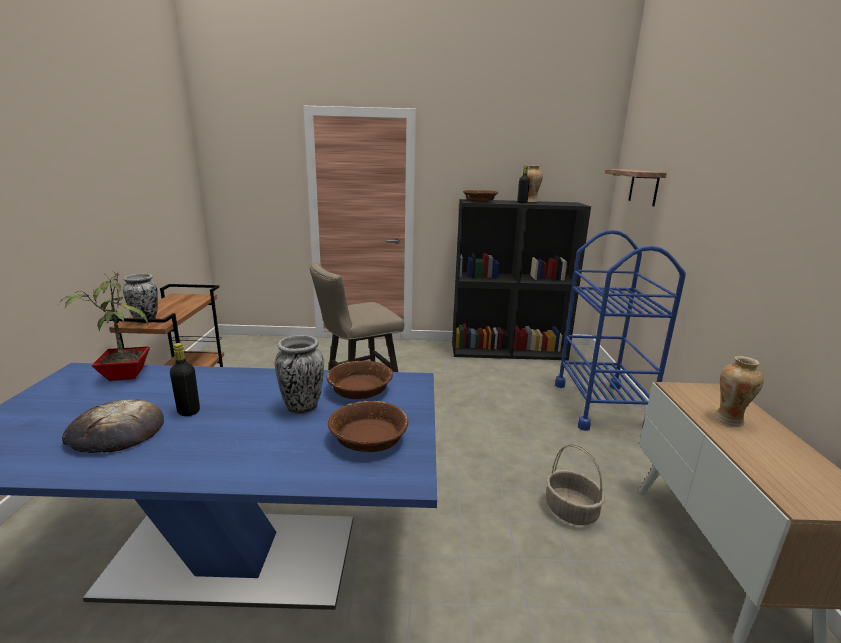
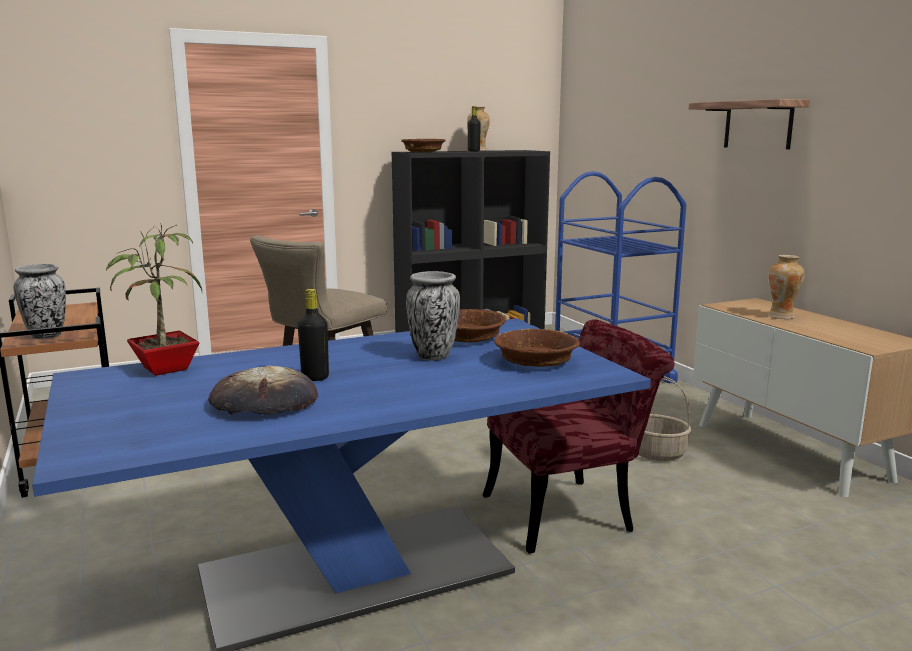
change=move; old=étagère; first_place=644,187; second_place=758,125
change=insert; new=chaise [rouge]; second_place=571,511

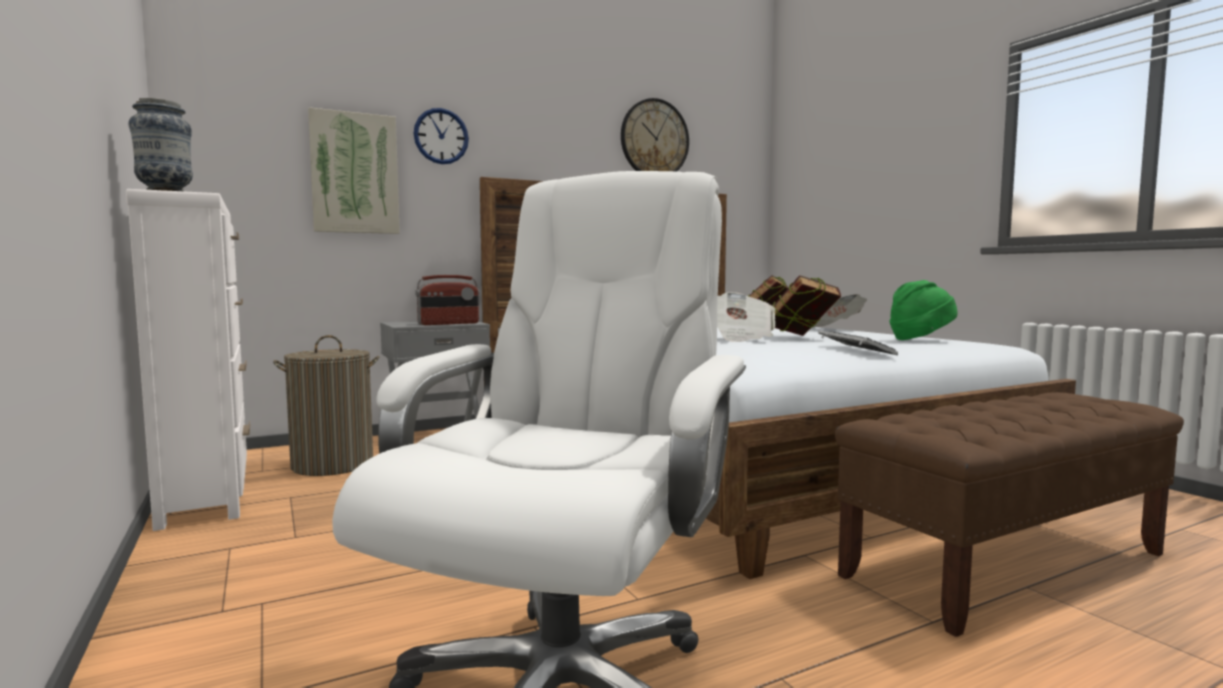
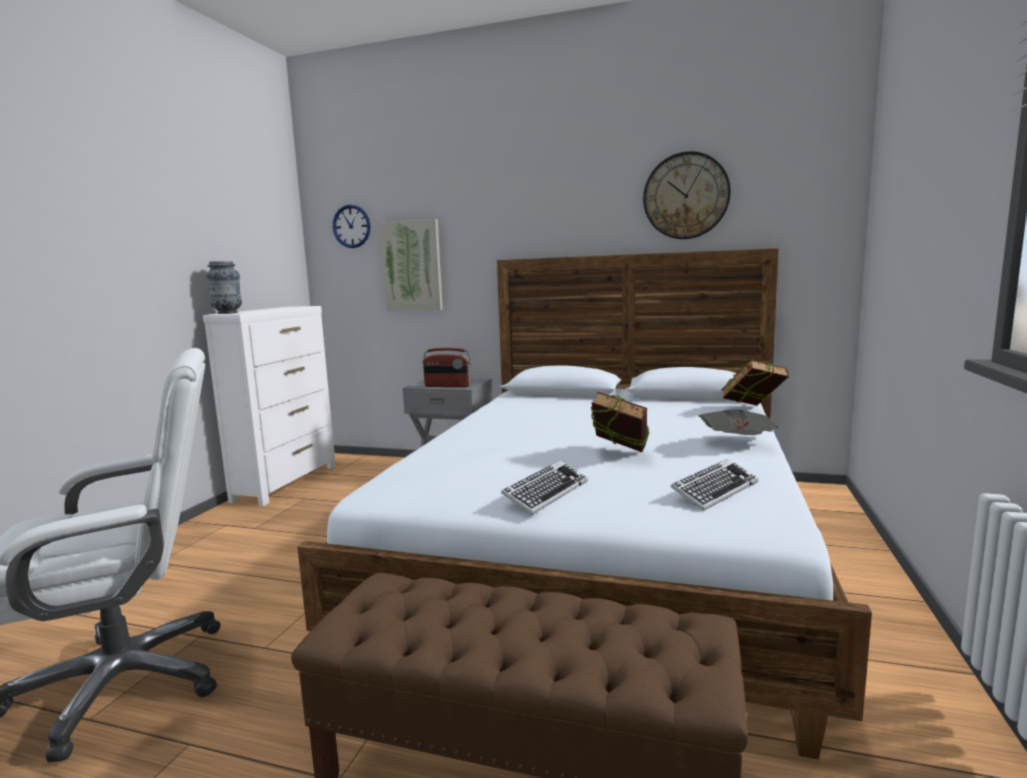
change=delete; old=panier à linge; first_place=332,465
change=move; old=horloge murale; first_place=441,136; second_place=351,226
change=delete; old=journal; first_place=738,338
change=replace; old=chapeau [vert]; new=clavier; first_place=921,339; second_place=715,490

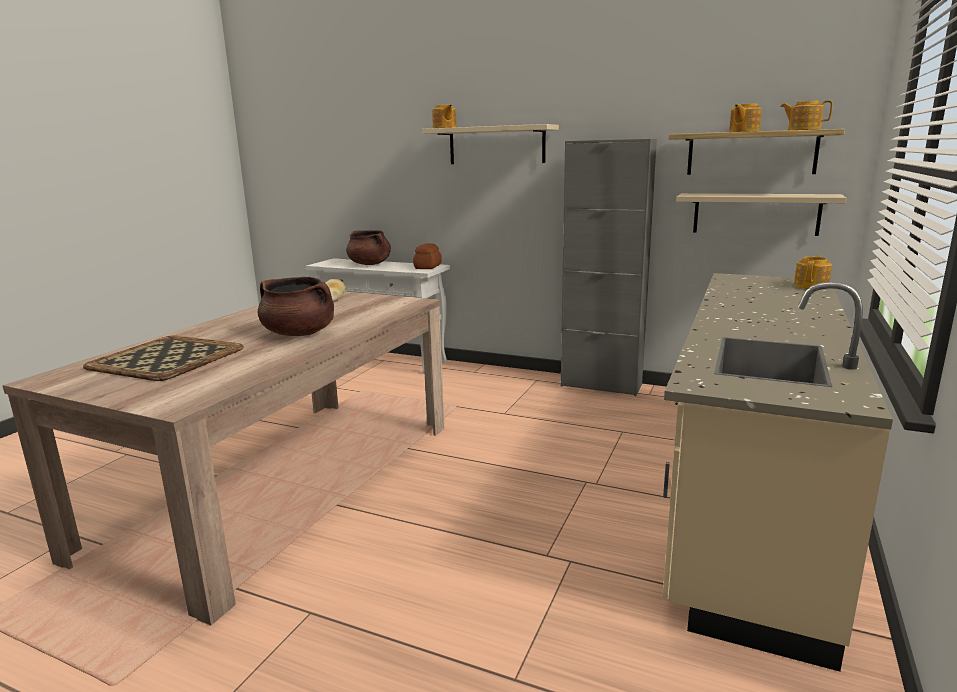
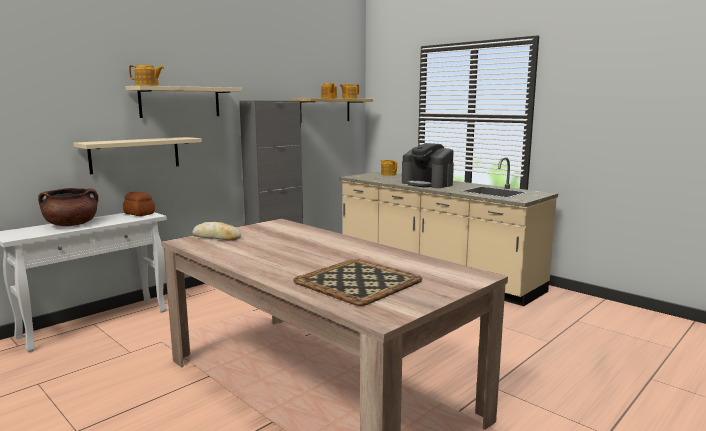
change=delete; old=marmite [marron]; first_place=299,333
change=move; old=étagère [beige]; first_place=755,214; second_place=135,154
change=insert; new=machine à café; second_place=427,184

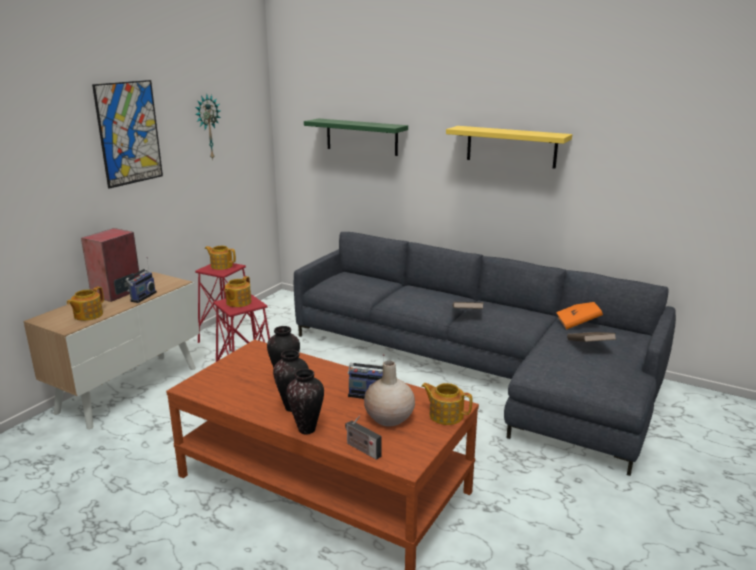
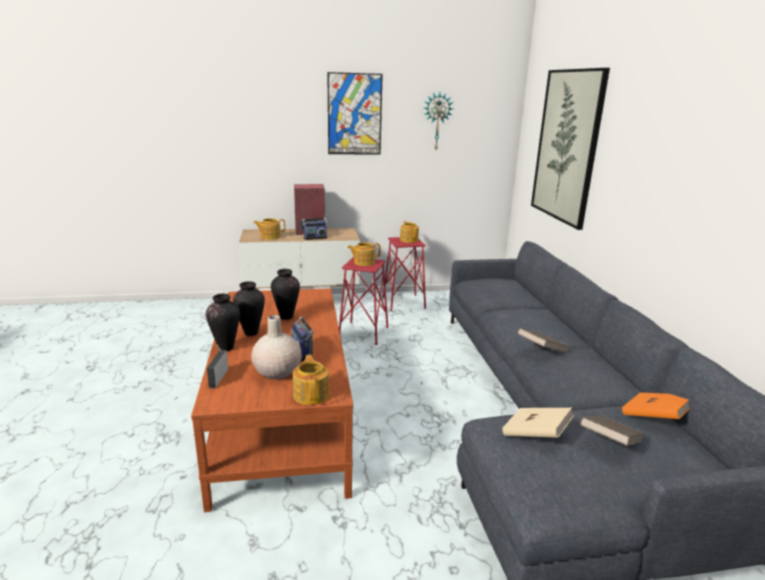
change=replace; old=étagère [vert]; new=tableau; first_place=361,137; second_place=567,146
change=delete; old=étagère [jaune]; first_place=511,146
change=insert; new=livre [beige]; second_place=535,435

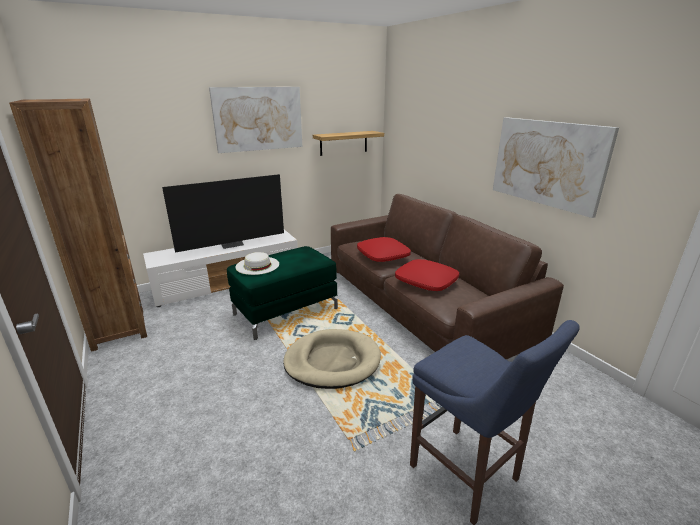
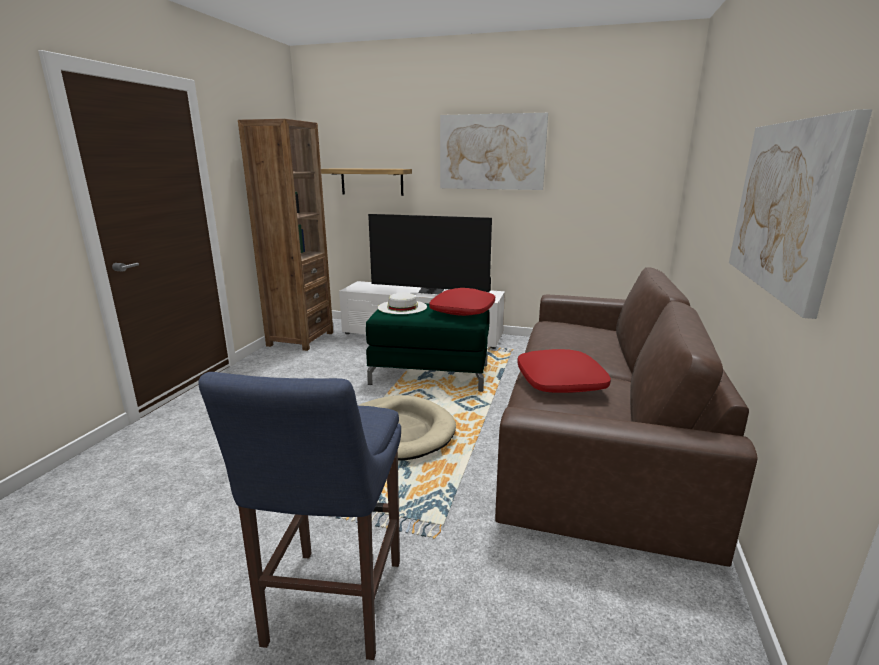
change=move; old=étagère; first_place=343,143; second_place=372,182
change=move; old=coussin [rouge]; first_place=383,255; second_place=463,311

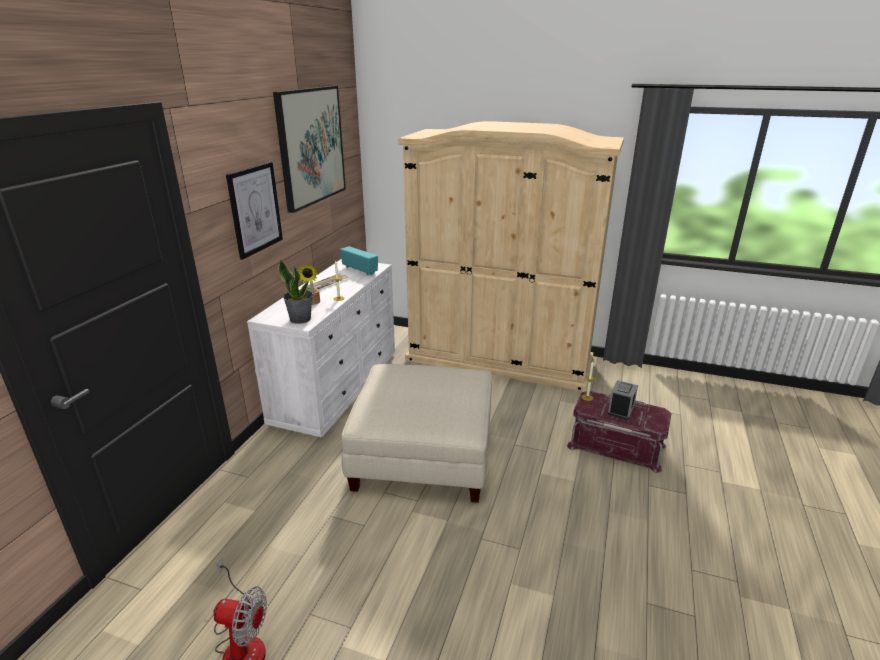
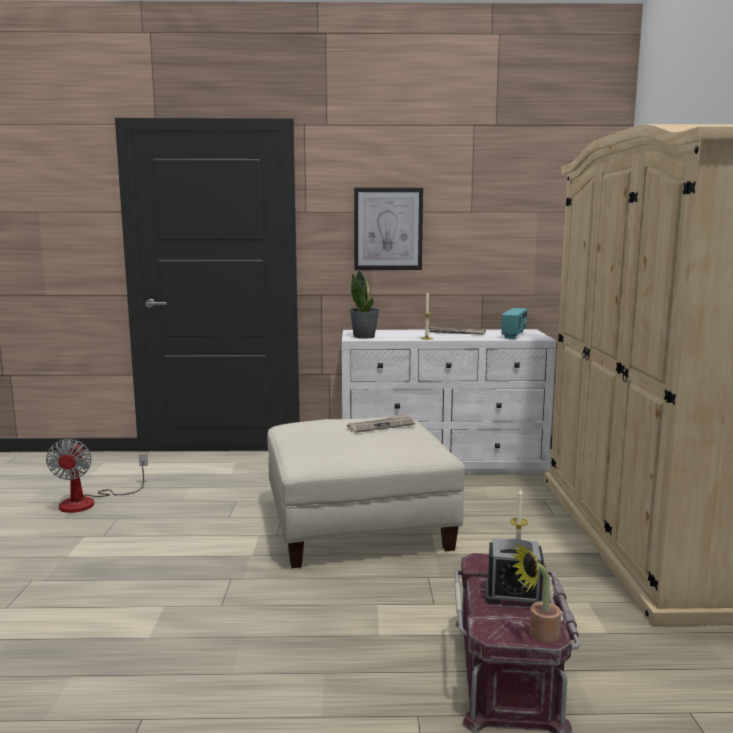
change=delete; old=tableau; first_place=311,146
change=move; old=plante en pot; first_place=312,303; second_place=538,635
change=insert; new=journal; second_place=381,426

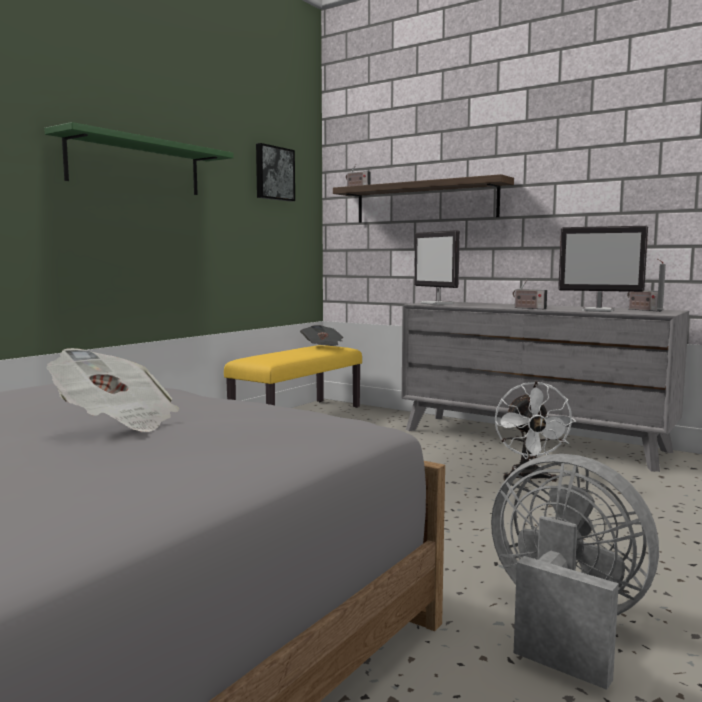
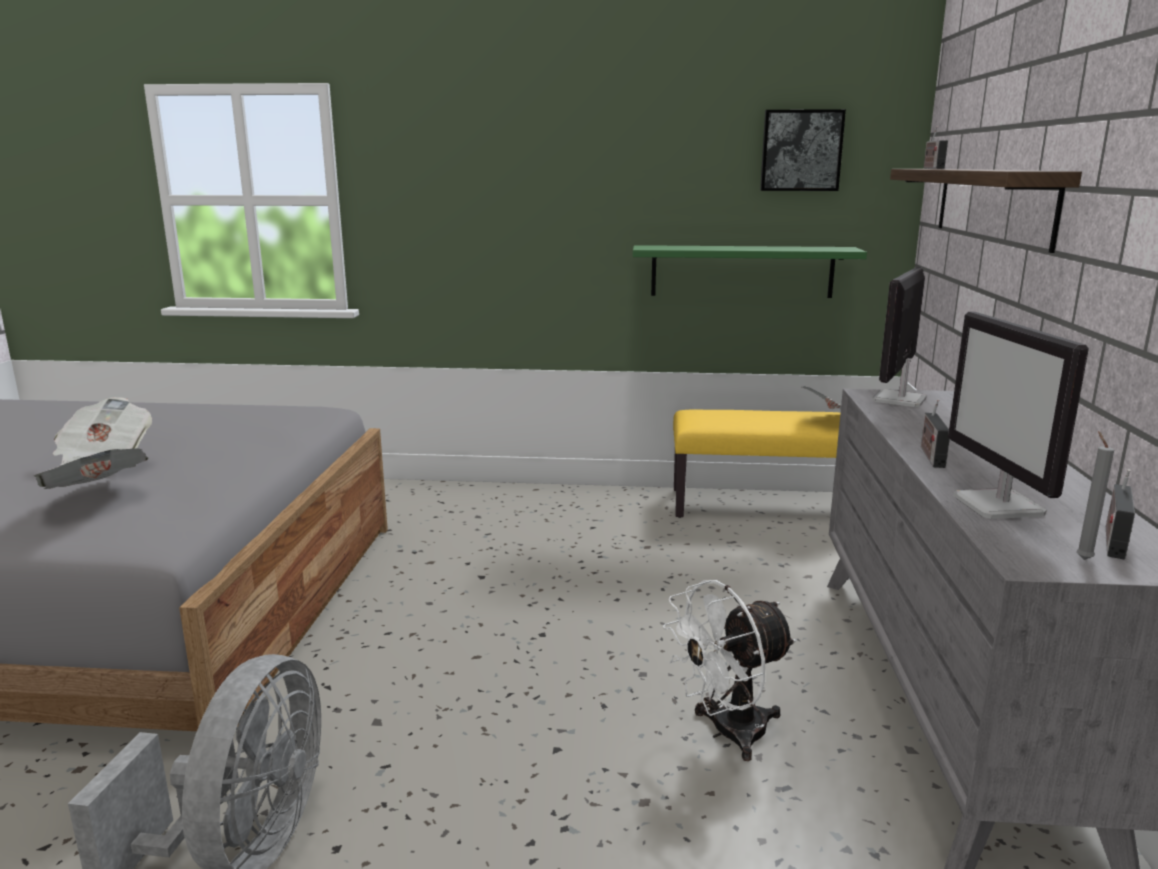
change=move; old=étagère [vert]; first_place=135,166; second_place=742,271
change=insert; new=journal; second_place=97,496

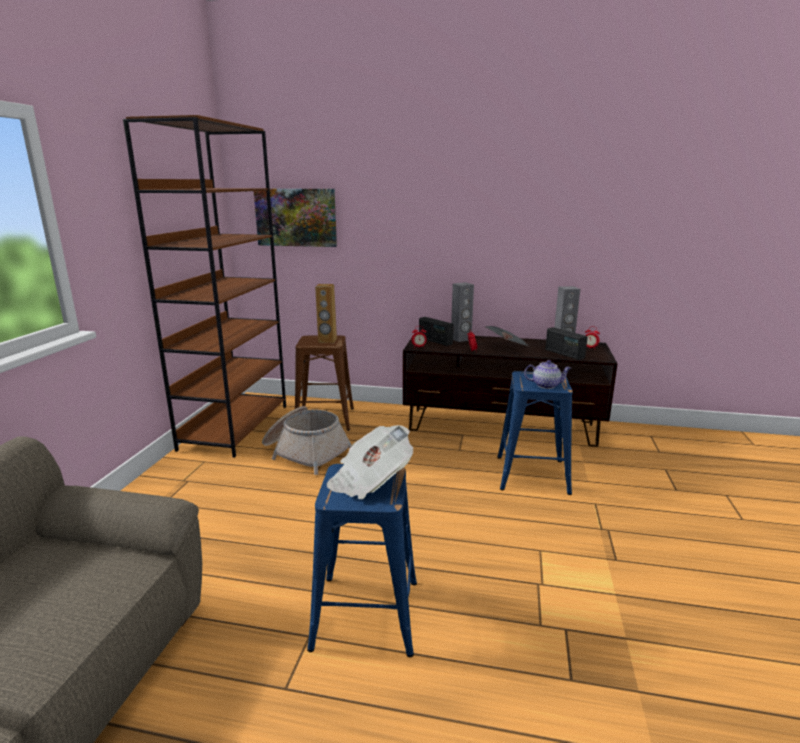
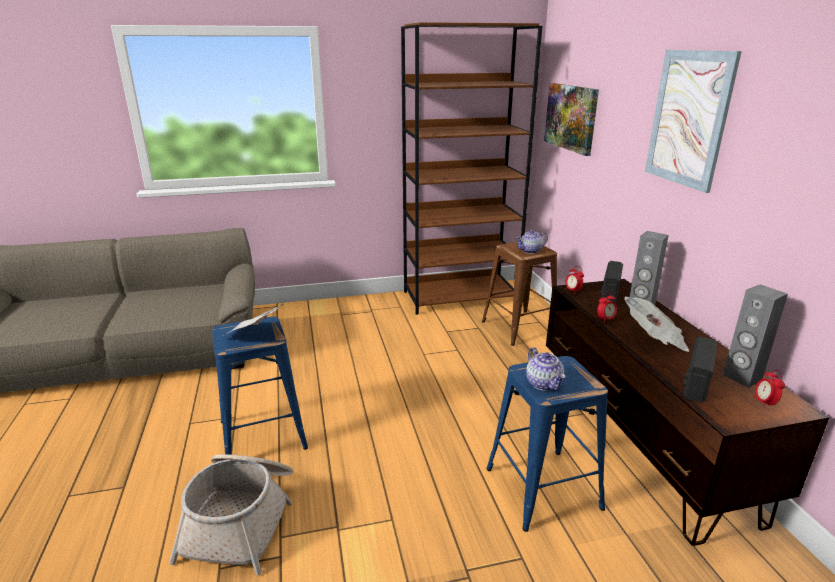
change=move; old=panier; first_place=305,452; second_place=242,519
change=replace; old=enceinte [marron]; new=théière; first_place=327,341; second_place=530,251
change=insert; new=tableau; second_place=688,119

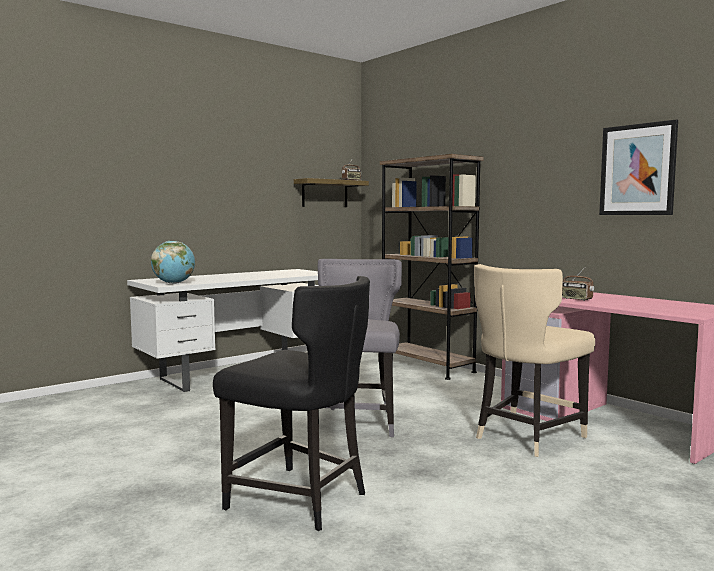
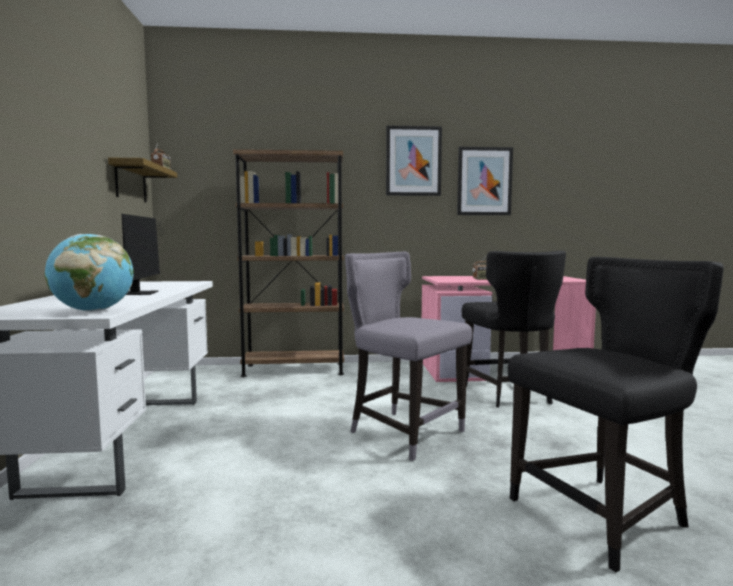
change=recolor; old=chaise [beige]; new=chaise [noir]; first_place=526,437; second_place=508,395
change=insert; new=écran d'ordinateur; second_place=143,292
change=insert; new=tableau; second_place=413,161

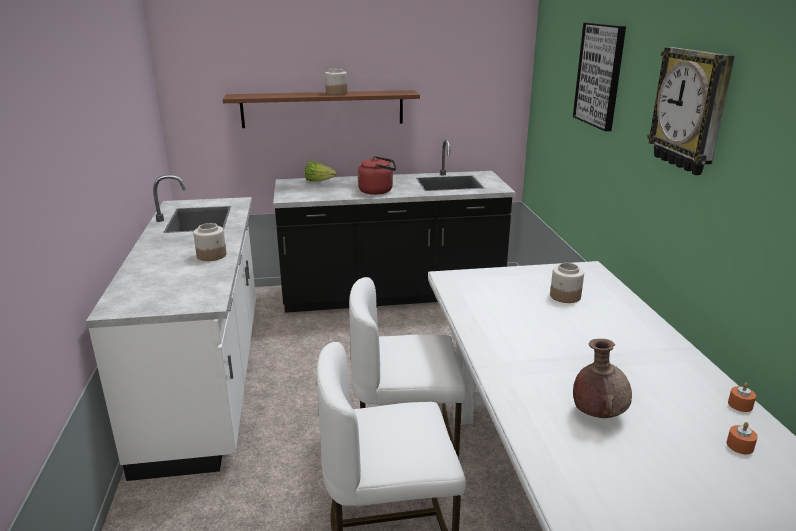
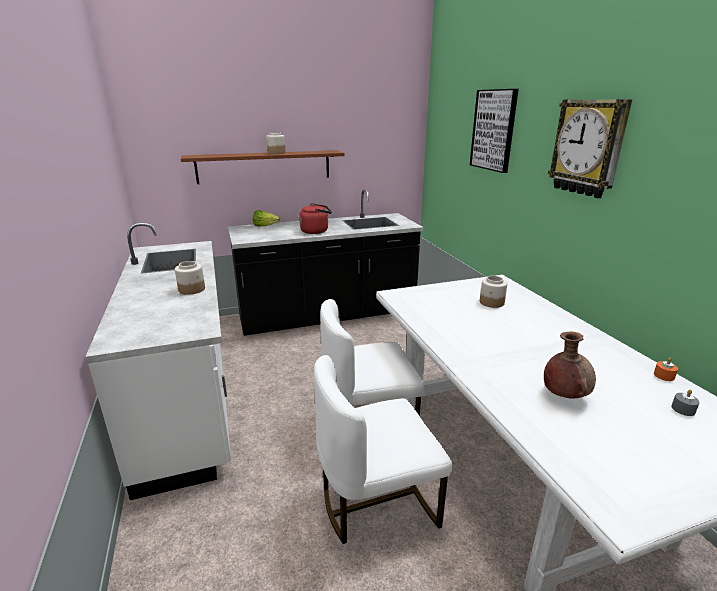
change=recolor; old=bougie [orange]; new=bougie [gris]; first_place=740,446; second_place=683,409

